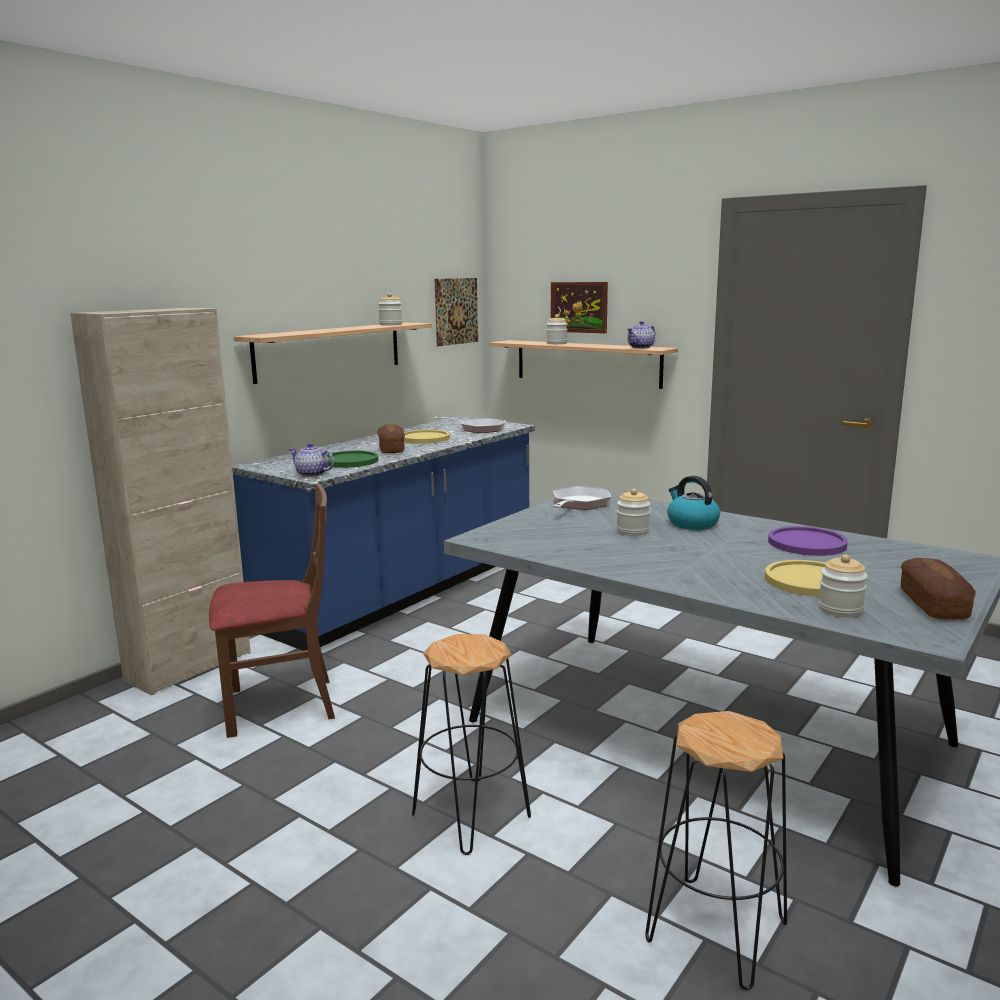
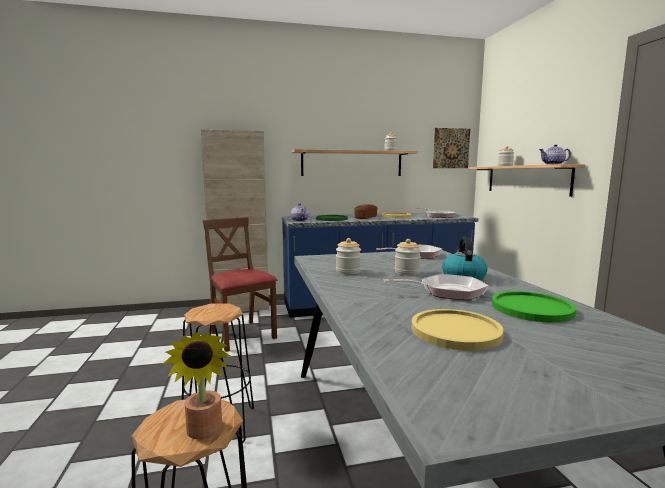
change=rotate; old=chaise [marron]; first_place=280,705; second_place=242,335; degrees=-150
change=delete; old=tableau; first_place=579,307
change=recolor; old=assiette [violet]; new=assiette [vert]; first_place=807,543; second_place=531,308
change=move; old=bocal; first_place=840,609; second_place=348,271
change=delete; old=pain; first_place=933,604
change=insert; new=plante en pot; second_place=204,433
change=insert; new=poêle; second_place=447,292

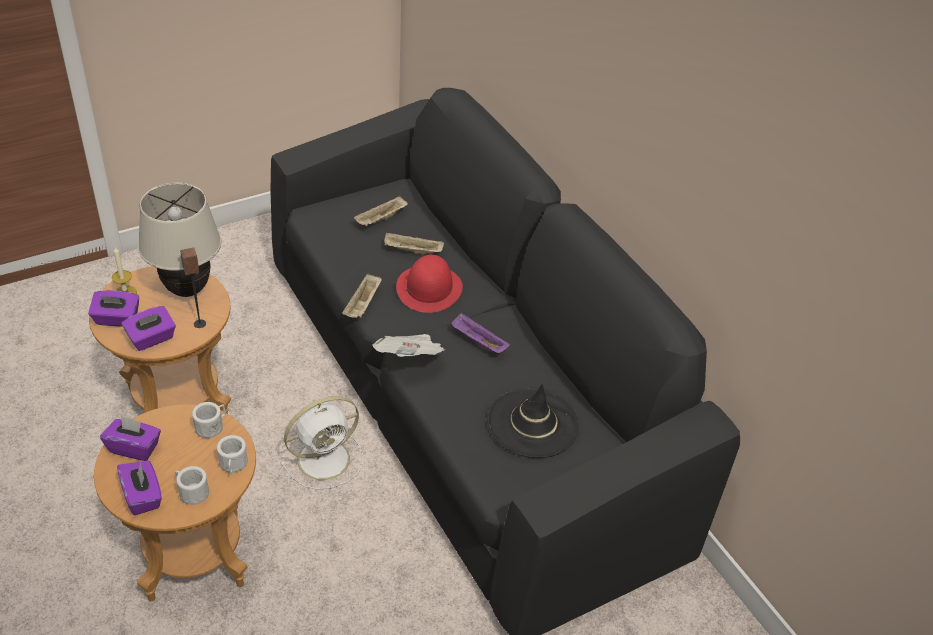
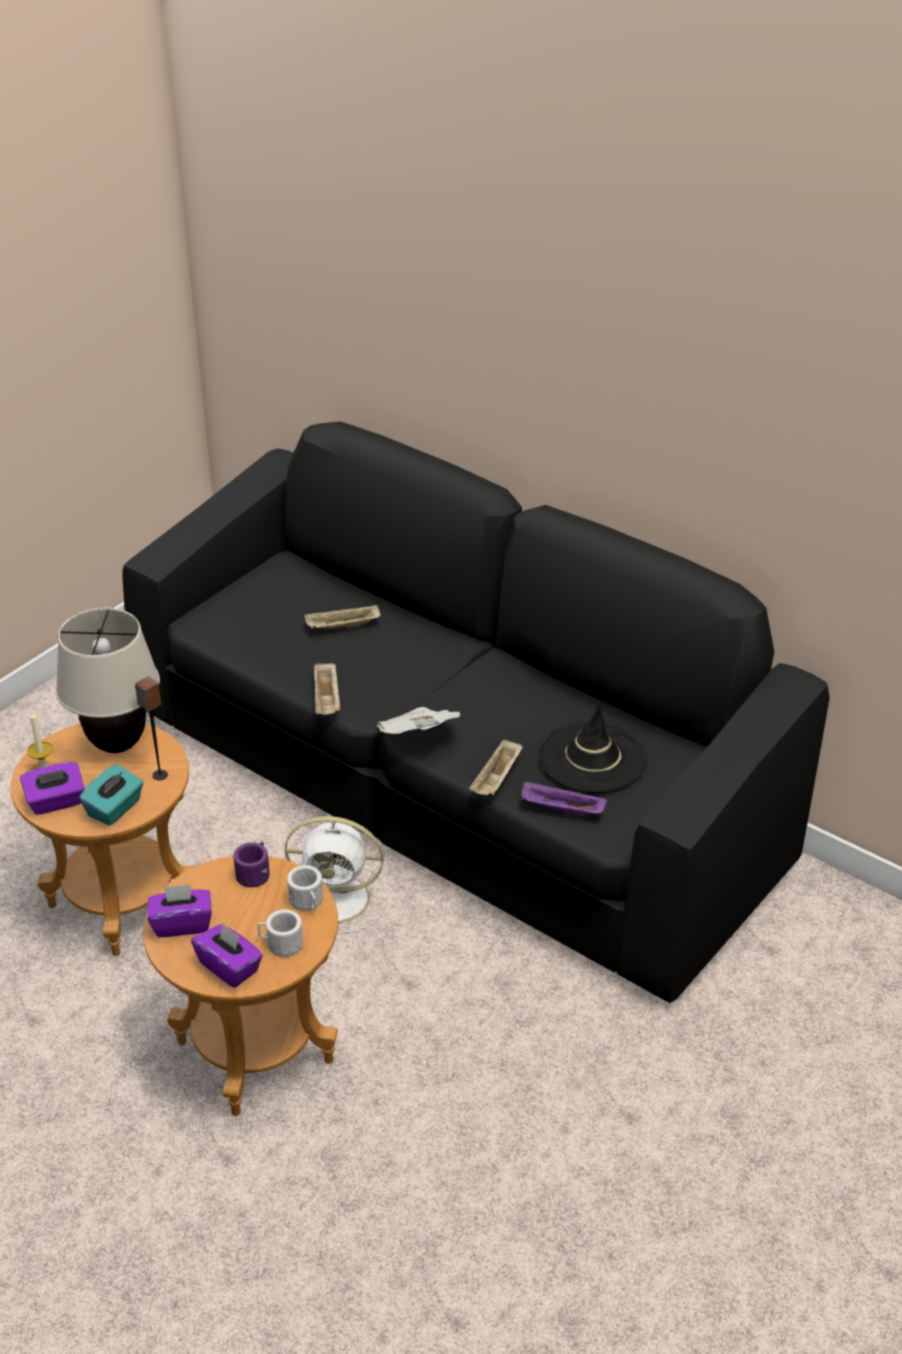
change=recolor; old=boîte à mouchoirs [violet]; new=boîte à mouchoirs [turquoise]; first_place=151,339; second_place=115,808
change=recolor; old=mug [blanc]; new=mug [violet]; first_place=211,426; second_place=254,873
change=rotate; old=ventilateur [blanc]; first_place=326,458; second_place=340,899; degrees=60
change=move; old=plateau [beige]; first_place=381,220; second_place=496,779
change=delete; old=chapeau [rouge]; first_place=429,288
change=move; old=plateau [violet]; first_place=477,342; second_place=560,810

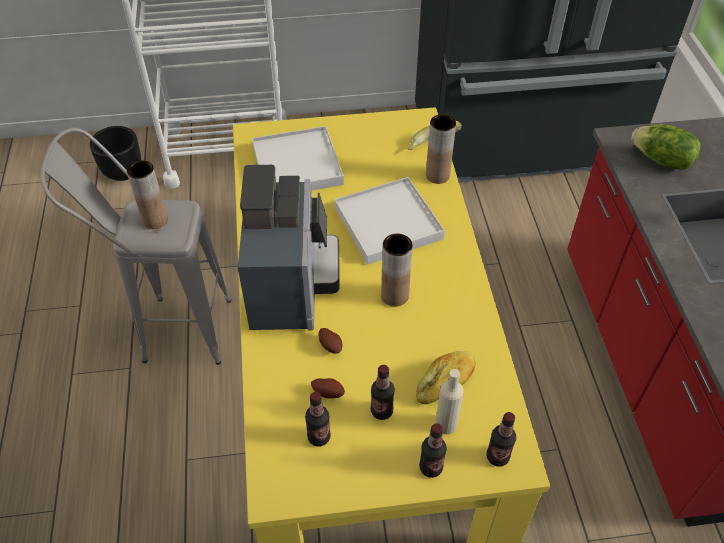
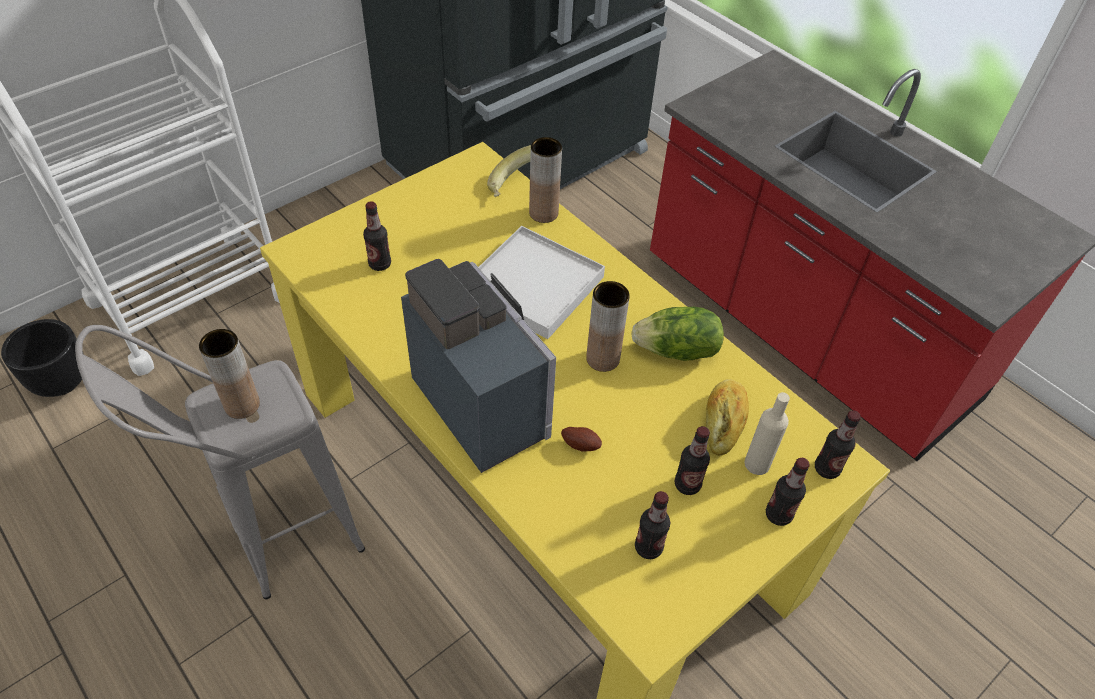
change=replace; old=plateau [blanc]; new=bouteille; first_place=297,165; second_place=380,264
change=delete; old=pomme de terre; first_place=328,392
change=move; old=laitue; first_place=661,160; second_place=677,351

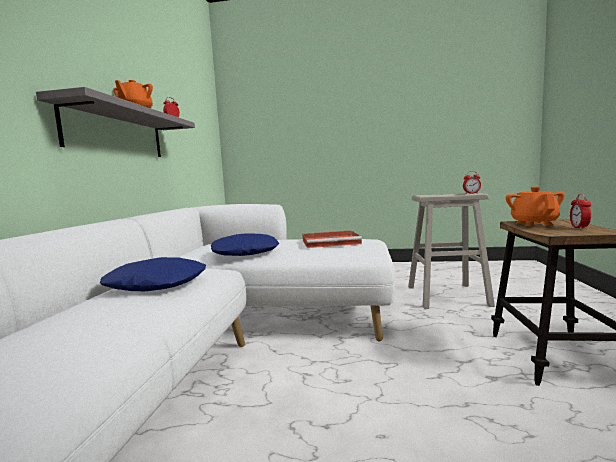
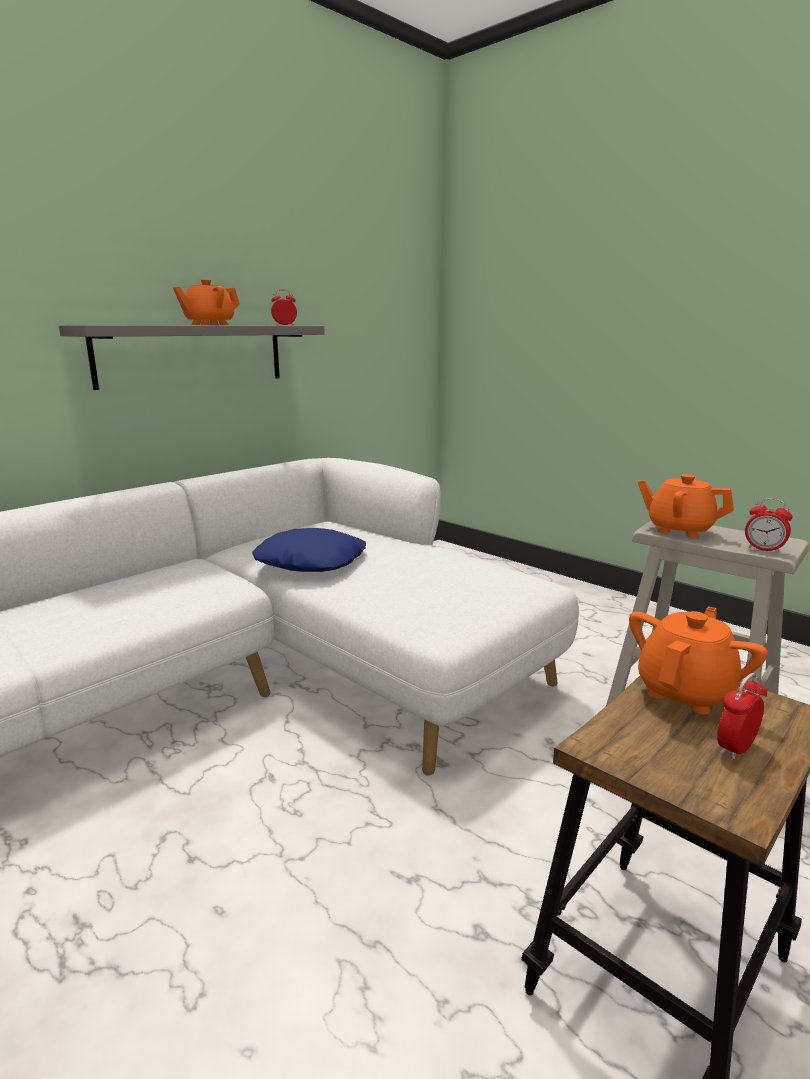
change=delete; old=coussin [bleu]; first_place=158,284
change=delete; old=plateau [rouge]; first_place=332,242
change=insert; new=théière [orange]; second_place=679,530

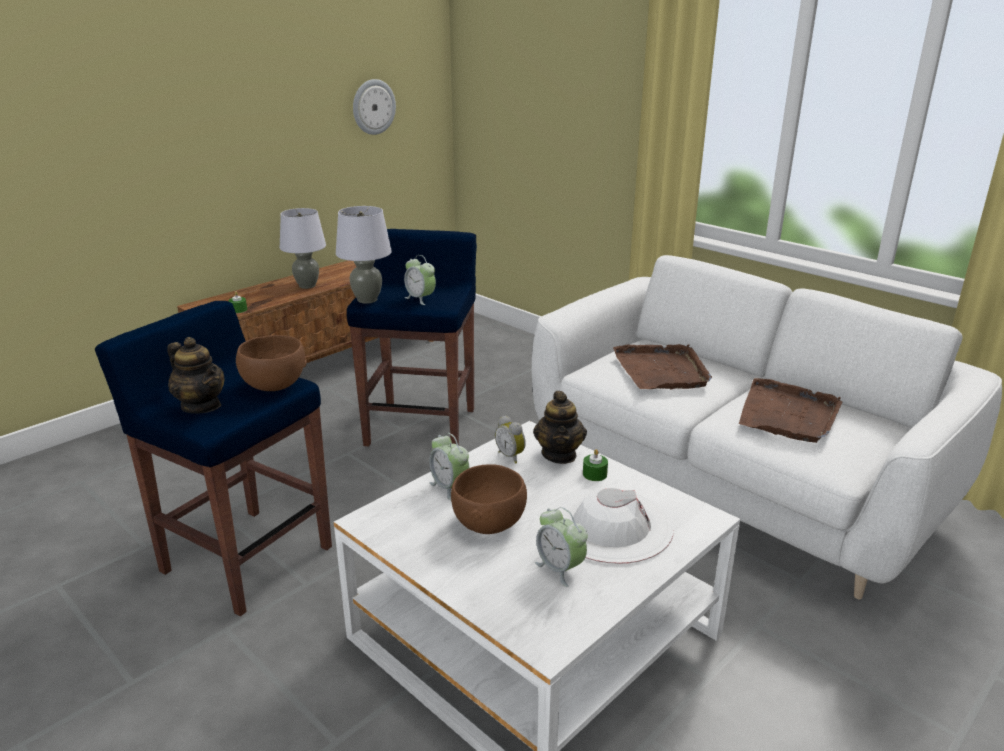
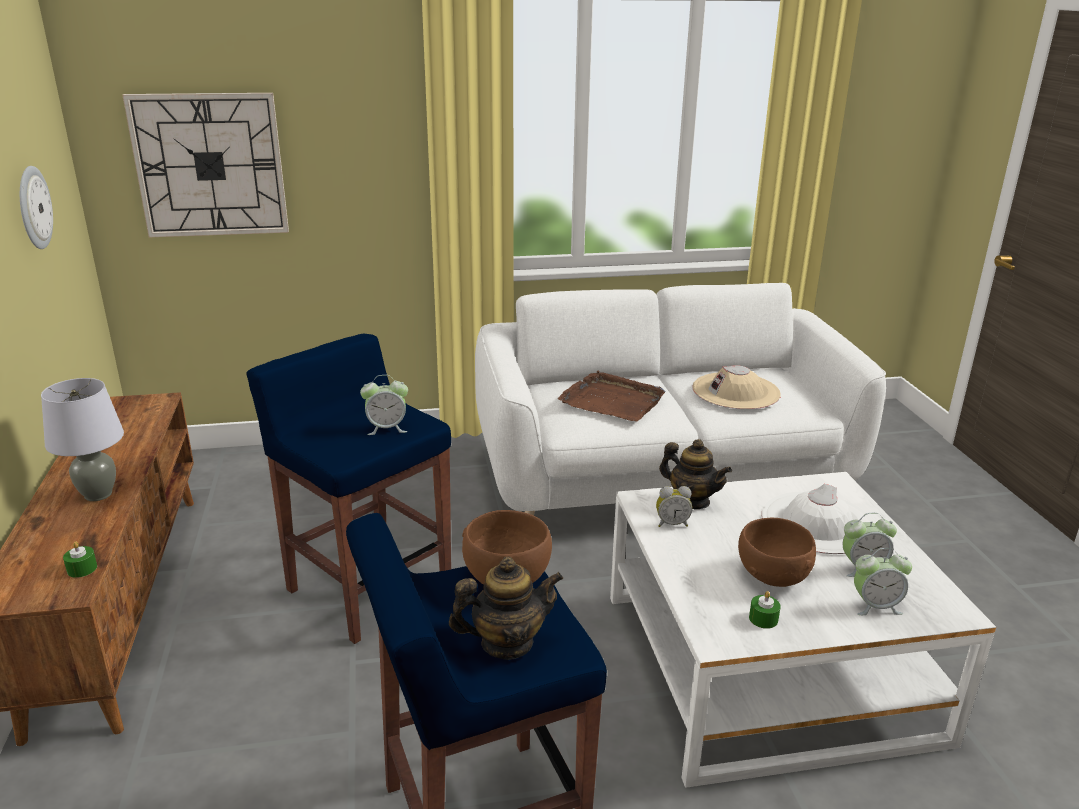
change=delete; old=lampe de table [gris]; first_place=367,300
change=move; old=réveil; first_place=450,487; second_place=875,606
change=move; old=bougie [vert]; first_place=594,474; second_place=763,619
change=replace; old=plateau [marron]; new=chapeau [beige]; first_place=788,415; second_place=736,391
change=insert; new=horloge murale; second_place=210,165

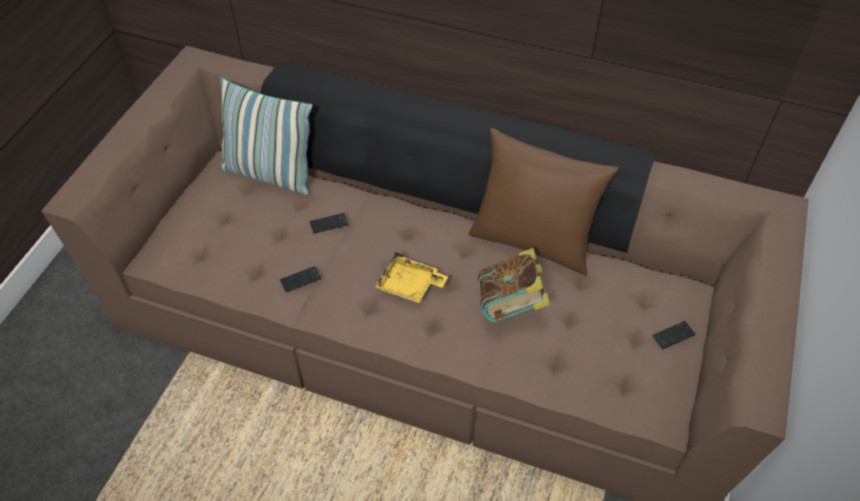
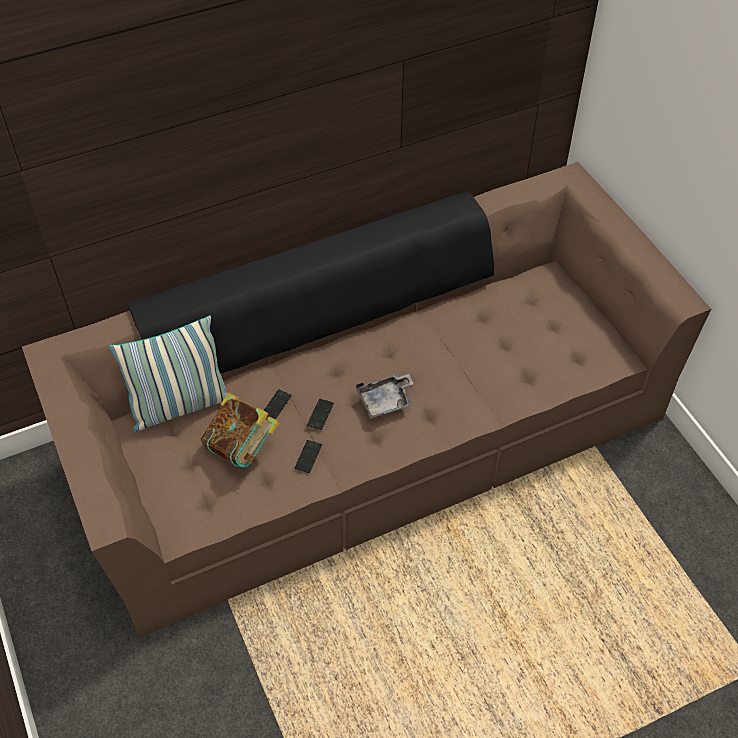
change=recolor; old=plateau [jaune]; new=plateau [gris]; first_place=409,285; second_place=386,401
change=delete; old=coussin [marron]; first_place=533,241
change=move; old=livre; first_place=511,305; second_place=242,447
change=move; old=téléphone; first_place=673,335; second_place=320,415

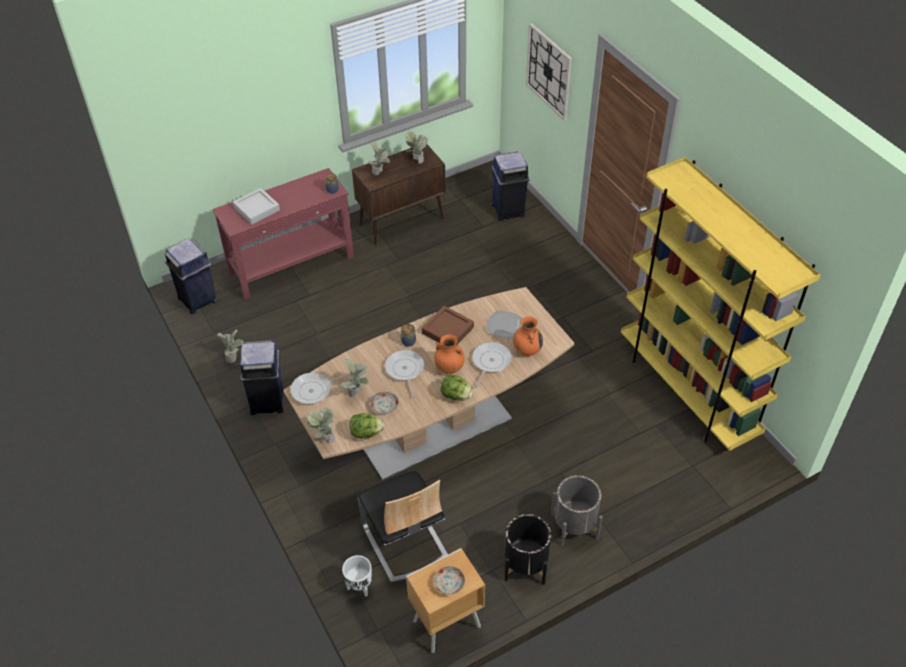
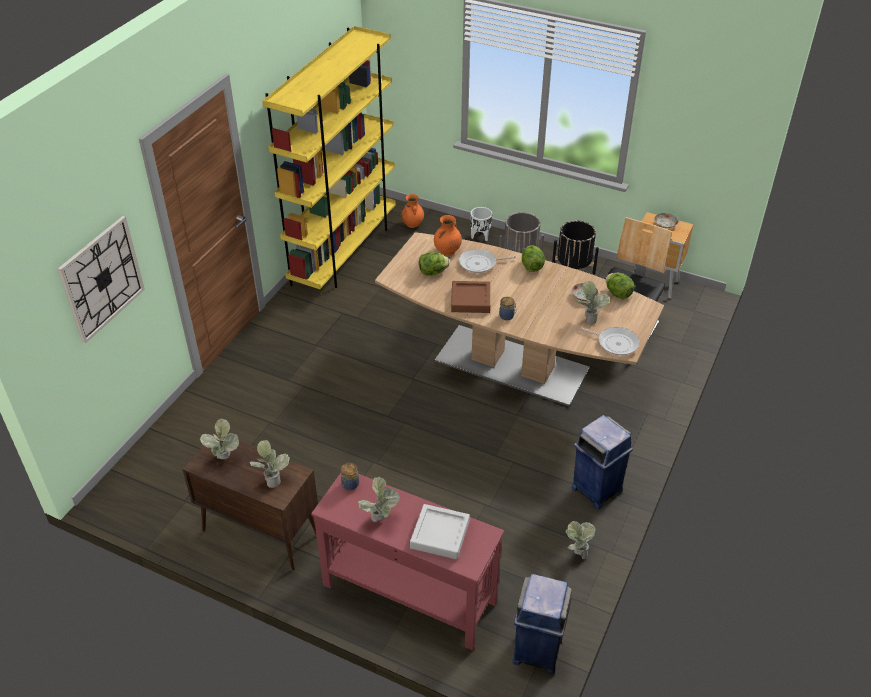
change=move; old=plante en pot; first_place=324,439; second_place=381,520
change=move; old=cache-pot [blanc]; first_place=359,587; second_place=480,237
change=delete; old=poêle; first_place=405,370
change=move; old=vase [orange]; first_place=449,368; second_place=412,224
change=replace; old=assiette; new=laitue; first_place=505,326; second_place=433,272
change=delete; old=poubelle [bleu]; first_place=508,210

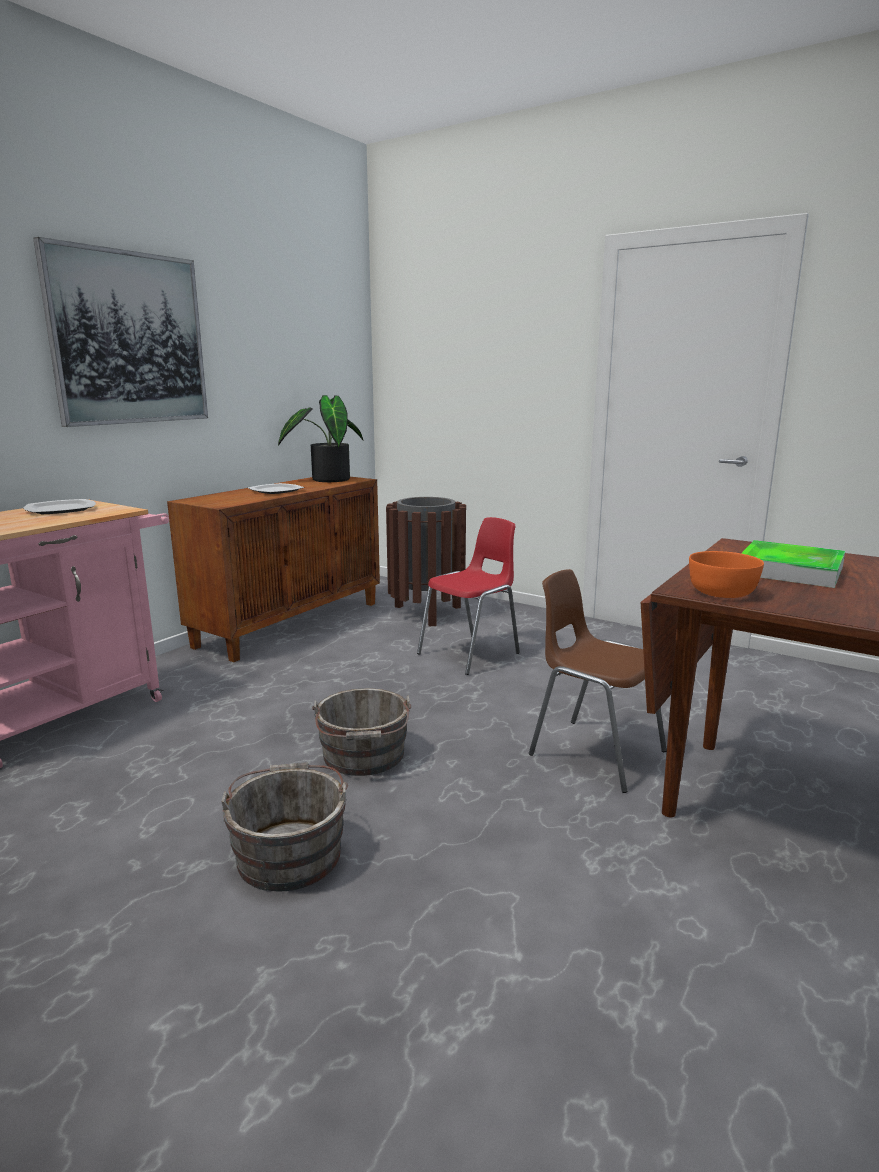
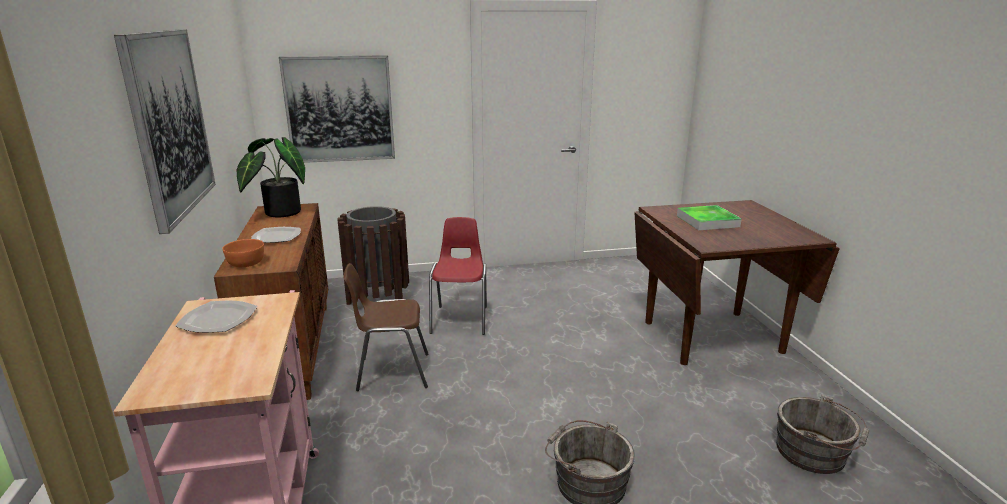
change=move; old=seau [gris]; first_place=364,757; second_place=815,453
change=move; old=chaise [marron]; first_place=594,752; second_place=391,372
change=move; old=bol [orange]; first_place=721,592; second_place=246,263
change=insert; new=tableau; second_place=339,109

